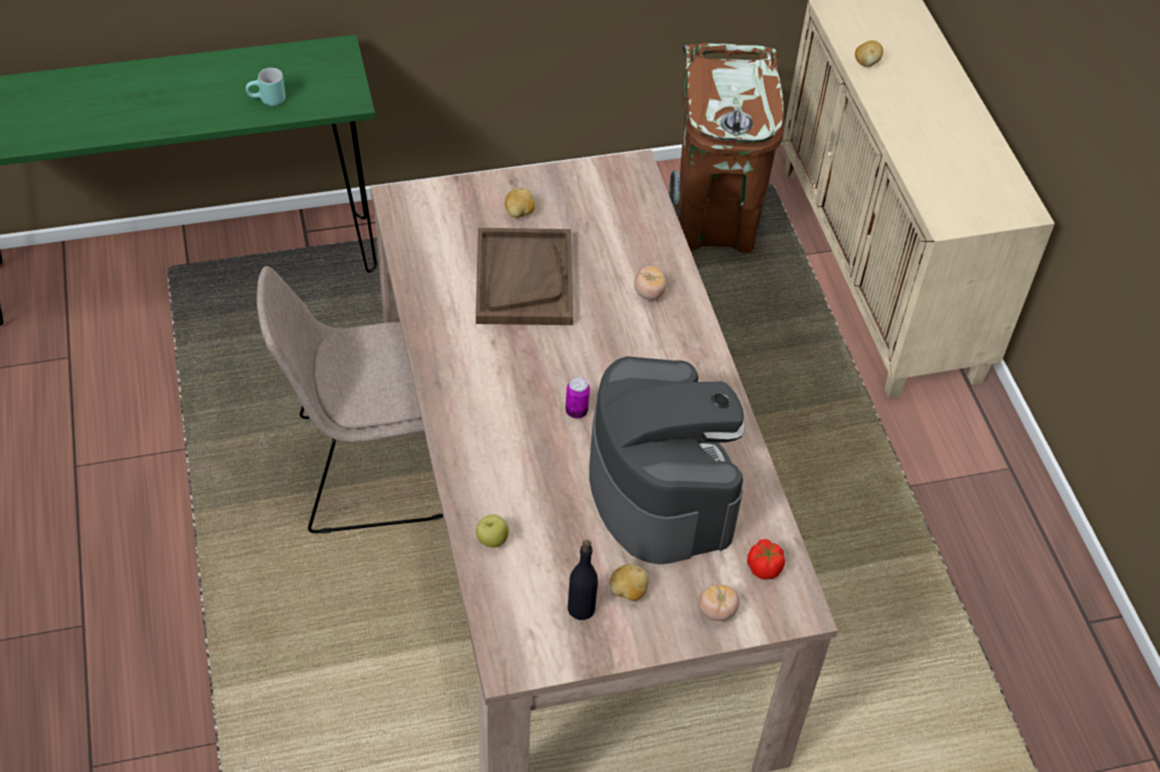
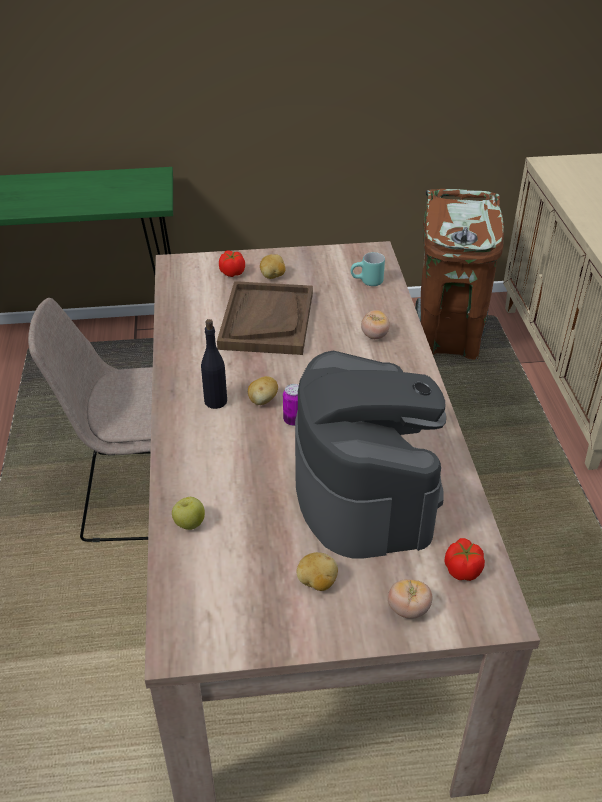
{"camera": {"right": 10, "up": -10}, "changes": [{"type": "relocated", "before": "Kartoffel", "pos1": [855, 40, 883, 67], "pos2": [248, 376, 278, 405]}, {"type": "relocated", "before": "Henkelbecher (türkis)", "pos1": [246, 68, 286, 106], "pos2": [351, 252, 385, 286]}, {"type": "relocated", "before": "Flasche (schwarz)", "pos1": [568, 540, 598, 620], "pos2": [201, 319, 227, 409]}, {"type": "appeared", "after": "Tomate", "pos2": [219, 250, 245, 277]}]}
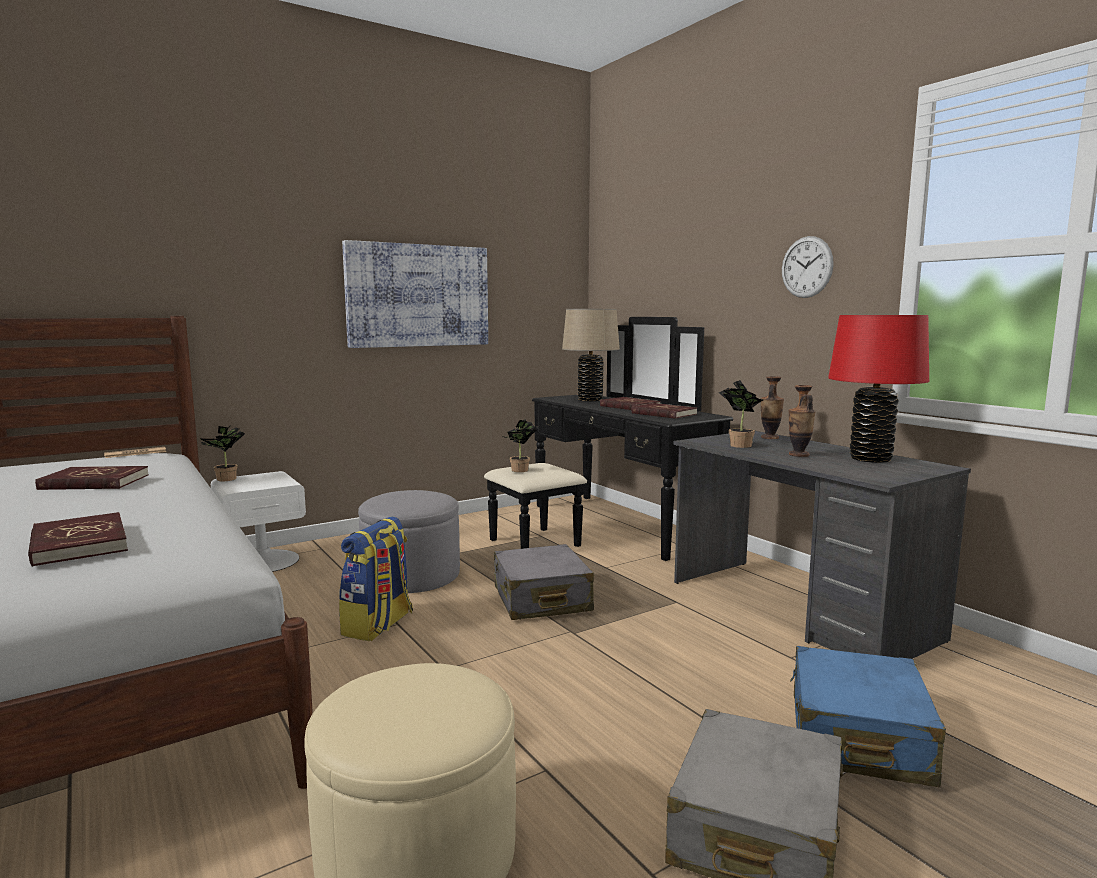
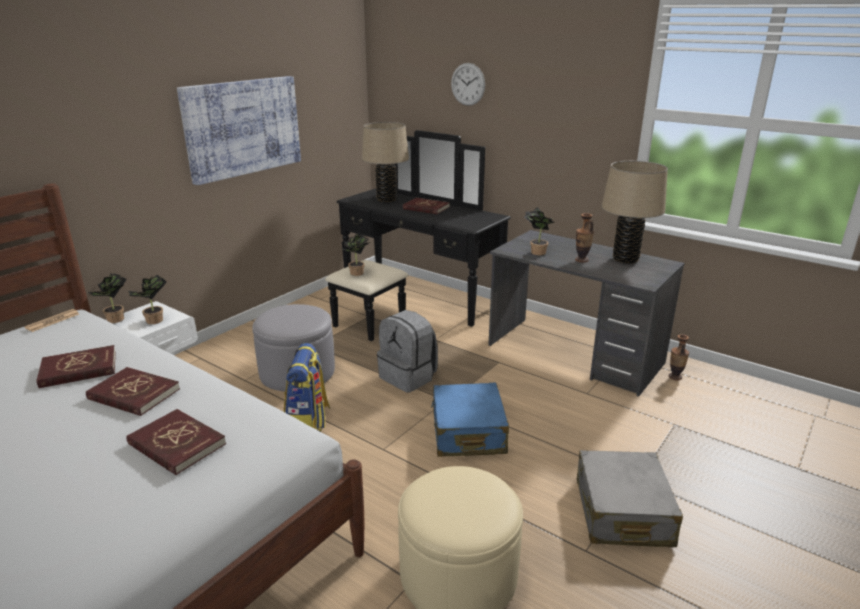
{"camera": {"right": -20, "up": 15}, "changes": [{"type": "relocated", "before": "Wanduhr", "pos1": [782, 236, 834, 298], "pos2": [451, 63, 485, 106]}, {"type": "colour", "before": "Tischlampe (rot)", "after": "Tischlampe (beige)", "pos1": [828, 315, 929, 463], "pos2": [602, 161, 668, 264]}, {"type": "relocated", "before": "Vase", "pos1": [761, 376, 784, 439], "pos2": [668, 334, 689, 381]}, {"type": "relocated", "before": "Buch (rot)", "pos1": [631, 403, 697, 419], "pos2": [86, 367, 180, 416]}, {"type": "exchanged", "before": "Koffer (grau)", "after": "Rucksack (grau)", "pos1": [494, 544, 594, 620], "pos2": [377, 310, 438, 392]}, {"type": "relocated", "before": "Koffer (blau)", "pos1": [790, 646, 946, 787], "pos2": [431, 383, 509, 457]}, {"type": "appeared", "after": "Topfpflanze", "pos2": [128, 275, 167, 324]}]}
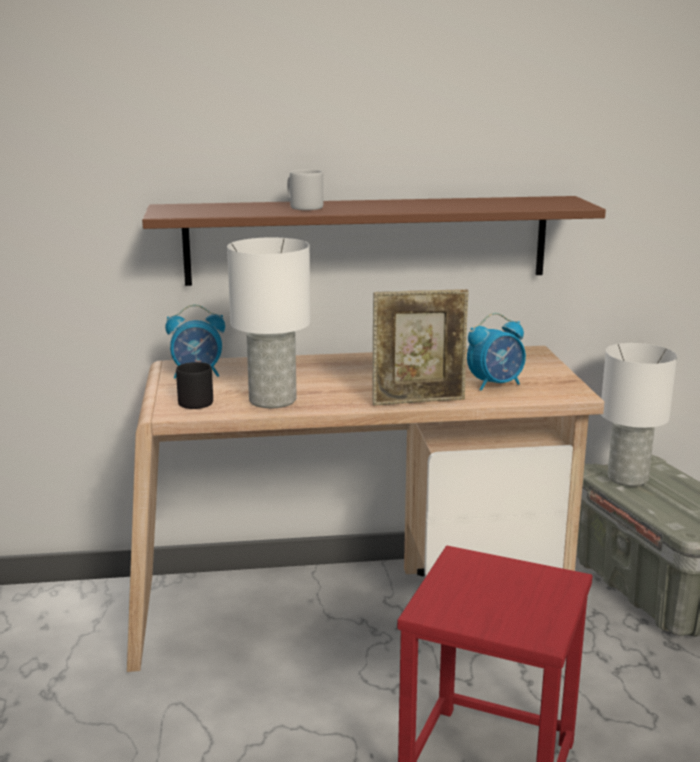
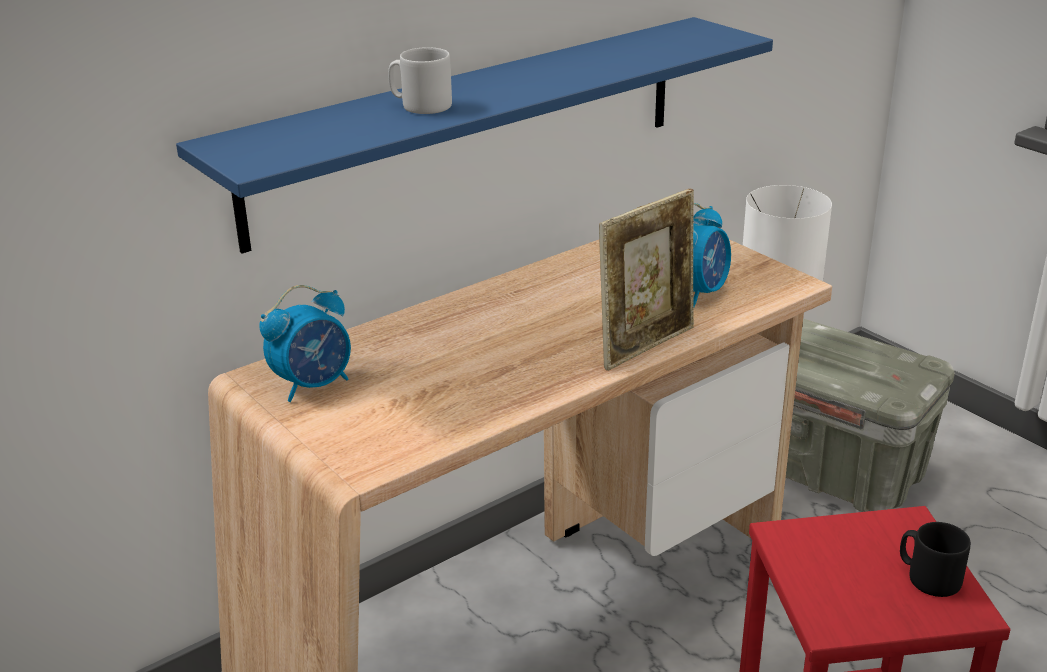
{"camera": {"right": -30, "up": 10}, "changes": [{"type": "colour", "before": "Wandregal (braun)", "after": "Wandregal (blau)", "pos1": [142, 196, 606, 286], "pos2": [176, 17, 773, 254]}, {"type": "missing", "before": "Tischlampe (weiß)", "pos1": [227, 237, 311, 408]}, {"type": "relocated", "before": "Henkelbecher (schwarz)", "pos1": [176, 362, 213, 409], "pos2": [900, 522, 971, 597]}]}
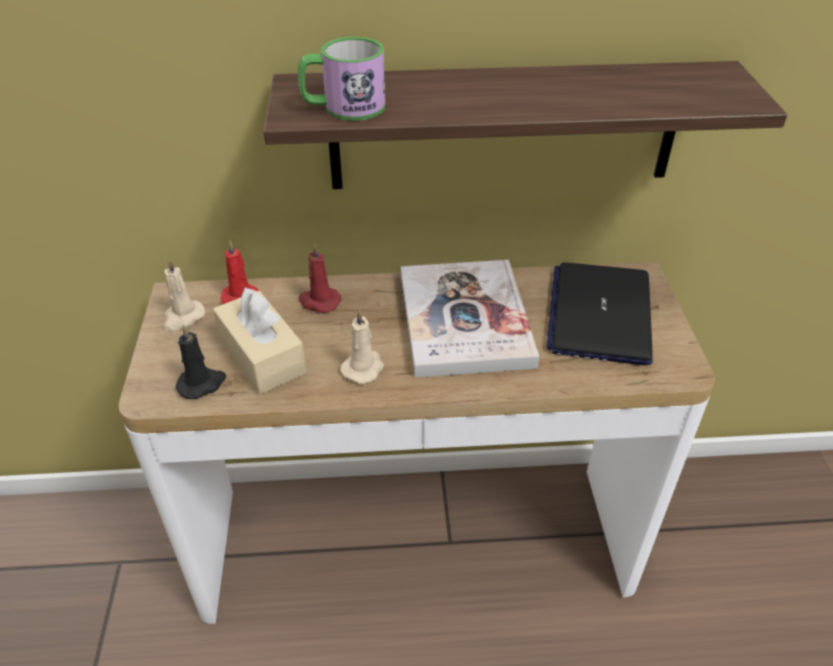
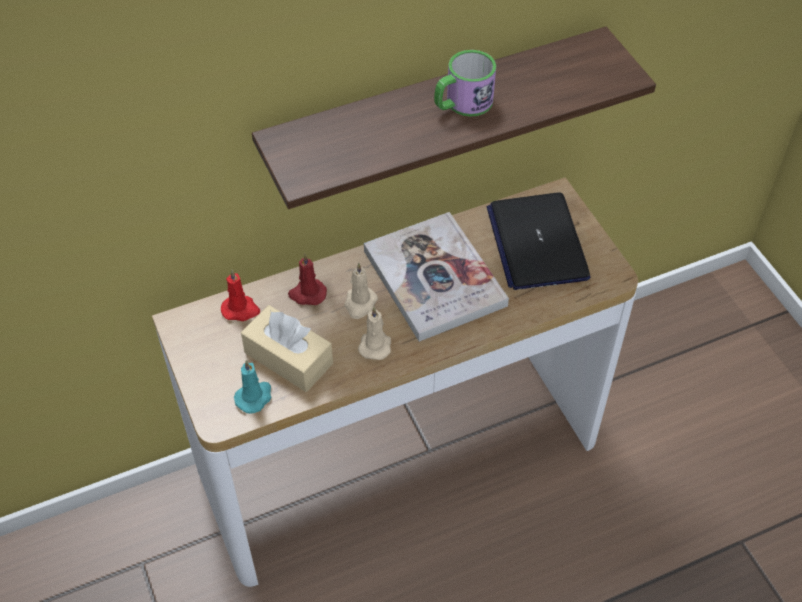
{"camera": {"right": -20, "up": 10}, "changes": [{"type": "relocated", "before": "Henkelbecher", "pos1": [298, 37, 385, 121], "pos2": [434, 50, 496, 117]}, {"type": "relocated", "before": "Kerze (beige)", "pos1": [163, 258, 205, 331], "pos2": [344, 263, 378, 319]}, {"type": "colour", "before": "Kerze (schwarz)", "after": "Kerze (türkis)", "pos1": [176, 325, 226, 399], "pos2": [234, 360, 272, 414]}]}
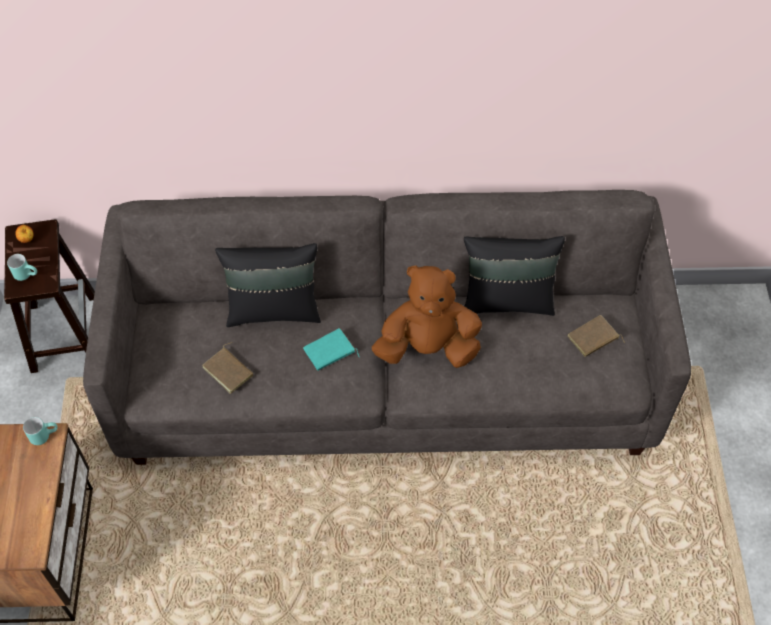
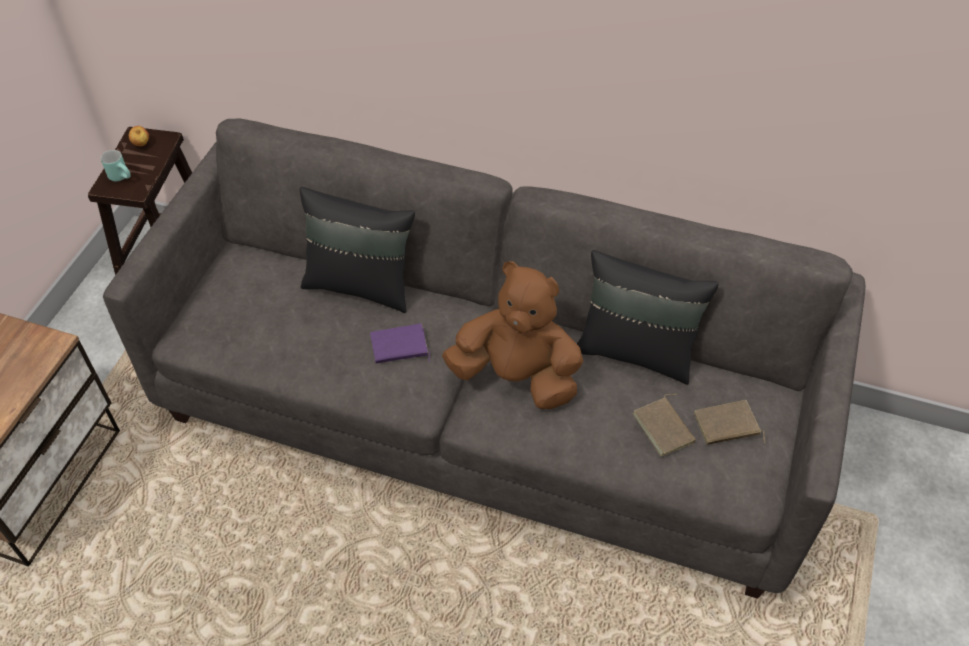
{"camera": {"right": 20, "up": -5}, "changes": [{"type": "colour", "before": "Buch (türkis)", "after": "Buch (lila)", "pos1": [303, 328, 359, 371], "pos2": [370, 323, 431, 363]}, {"type": "relocated", "before": "Buch (braun)", "pos1": [202, 342, 253, 394], "pos2": [633, 394, 696, 457]}, {"type": "missing", "before": "Henkelbecher (türkis)", "pos1": [23, 417, 58, 445]}]}
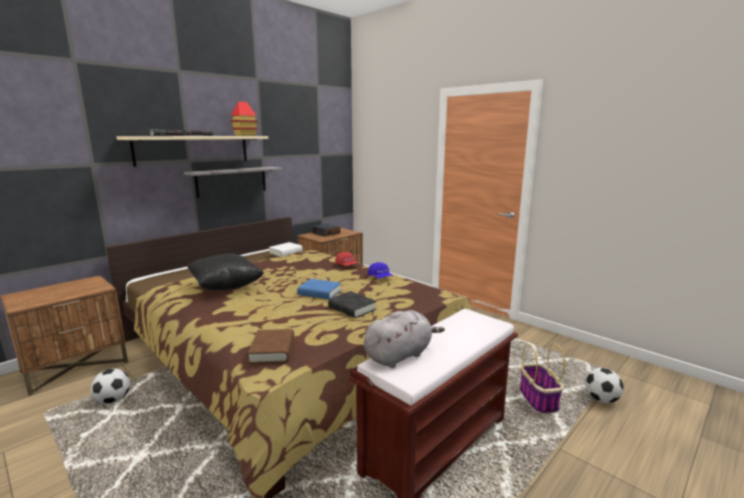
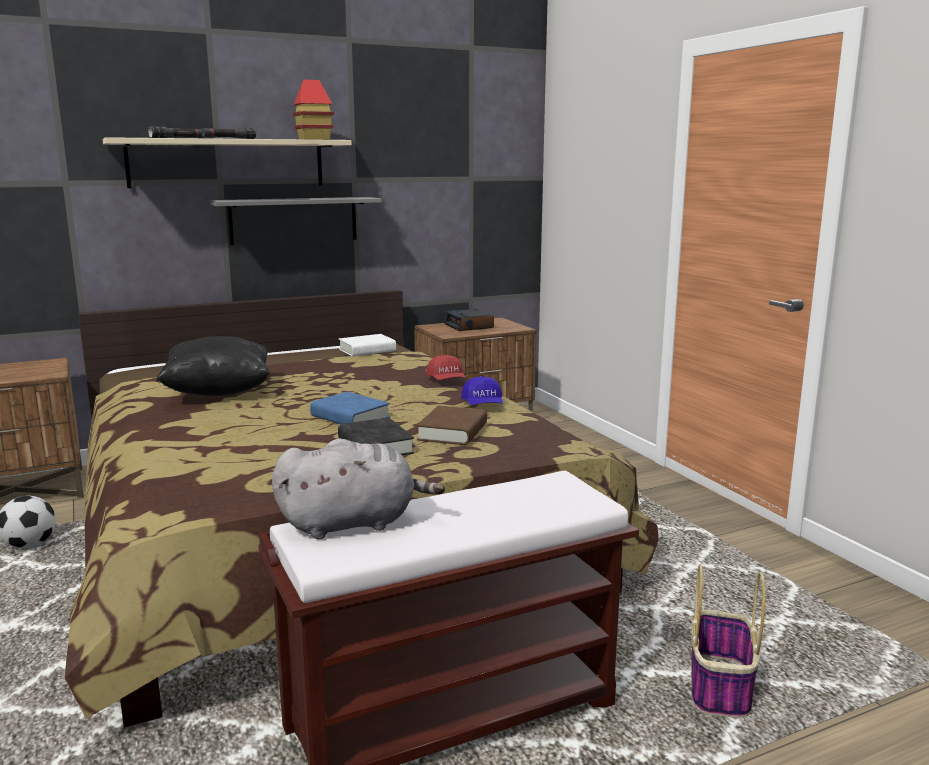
{"camera": {"right": 20, "up": 0}, "changes": [{"type": "relocated", "before": "Buch (braun)", "pos1": [248, 329, 294, 364], "pos2": [417, 406, 487, 445]}, {"type": "missing", "before": "Fußball", "pos1": [585, 368, 624, 403]}]}
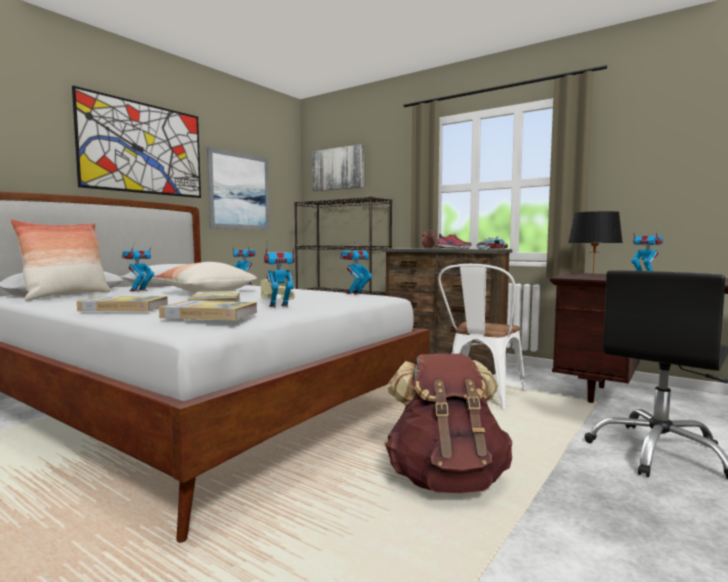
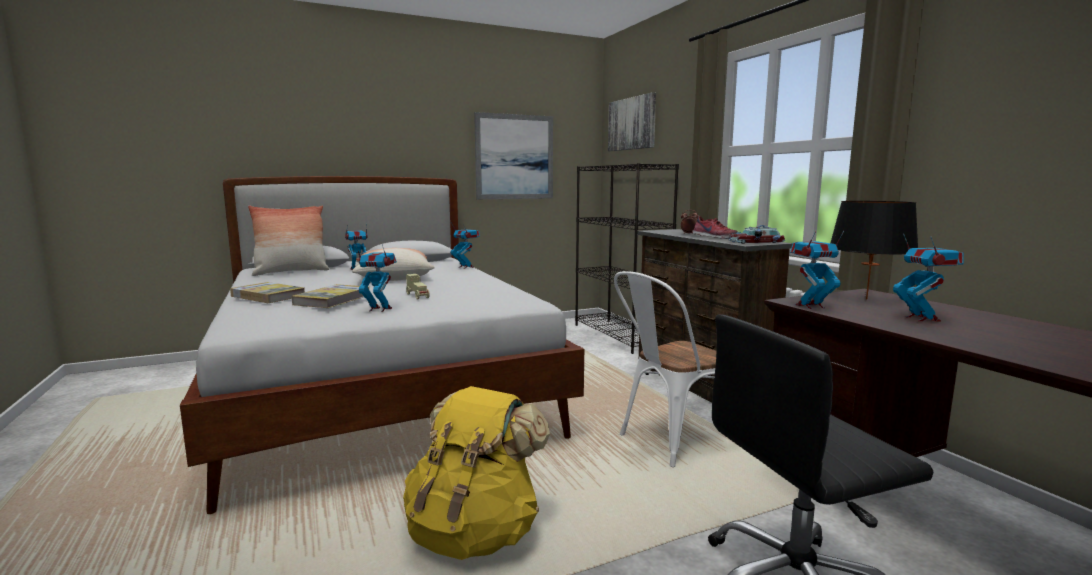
{"camera": {"right": 30, "up": 5}, "changes": [{"type": "missing", "before": "Bild", "pos1": [72, 85, 201, 198]}, {"type": "relocated", "before": "Spielzeugroboter", "pos1": [340, 242, 372, 295], "pos2": [790, 231, 844, 309]}, {"type": "missing", "before": "Buch", "pos1": [159, 301, 257, 321]}, {"type": "colour", "before": "Rucksack (braun)", "after": "Rucksack (gelb)", "pos1": [384, 354, 512, 493], "pos2": [403, 386, 550, 560]}]}
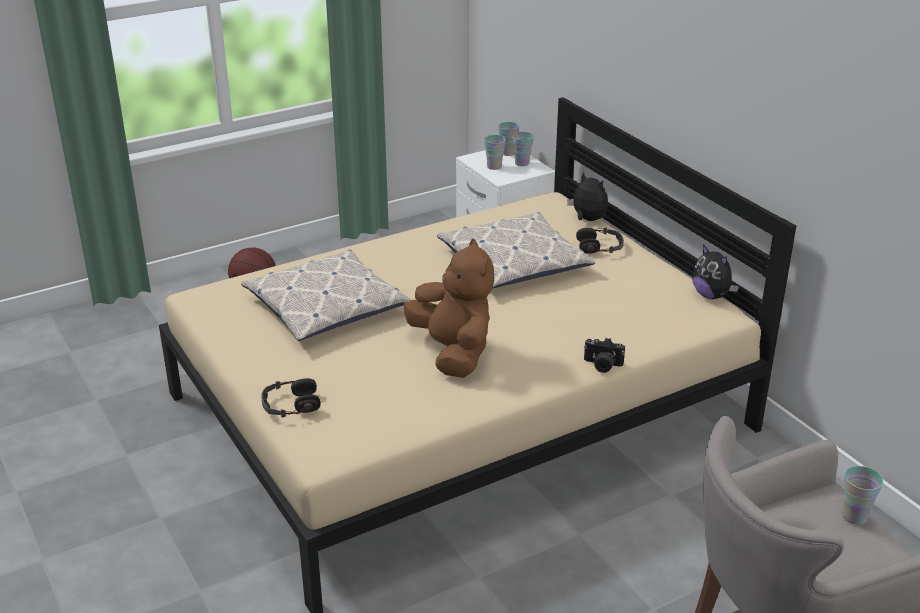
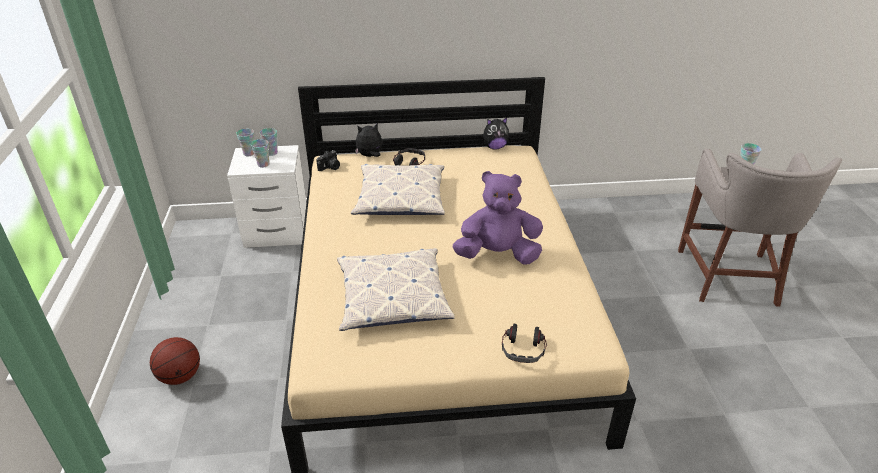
{"camera": {"right": -65, "up": 5}, "changes": [{"type": "colour", "before": "Plüschtier (braun)", "after": "Plüschtier (lila)", "pos1": [404, 238, 494, 378], "pos2": [453, 171, 543, 265]}, {"type": "relocated", "before": "Kamera", "pos1": [584, 338, 625, 373], "pos2": [316, 150, 340, 171]}]}
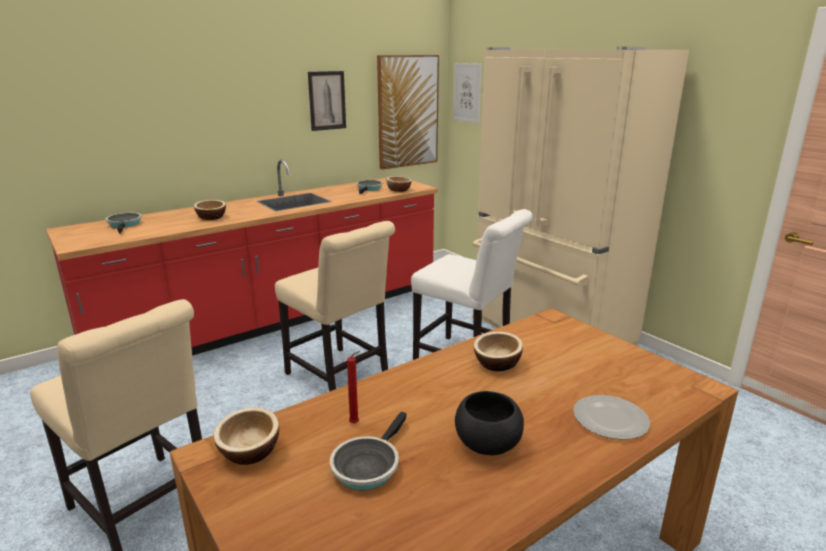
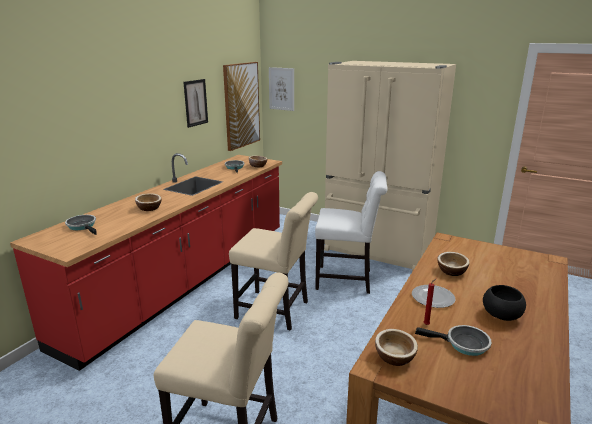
{"camera": {"right": -25, "up": 0}, "changes": [{"type": "relocated", "before": "Teller", "pos1": [573, 395, 650, 440], "pos2": [412, 285, 456, 308]}, {"type": "spun", "before": "Pfanne", "pos1": [330, 412, 407, 490], "pos2": [415, 325, 492, 356], "turn": -75}]}
